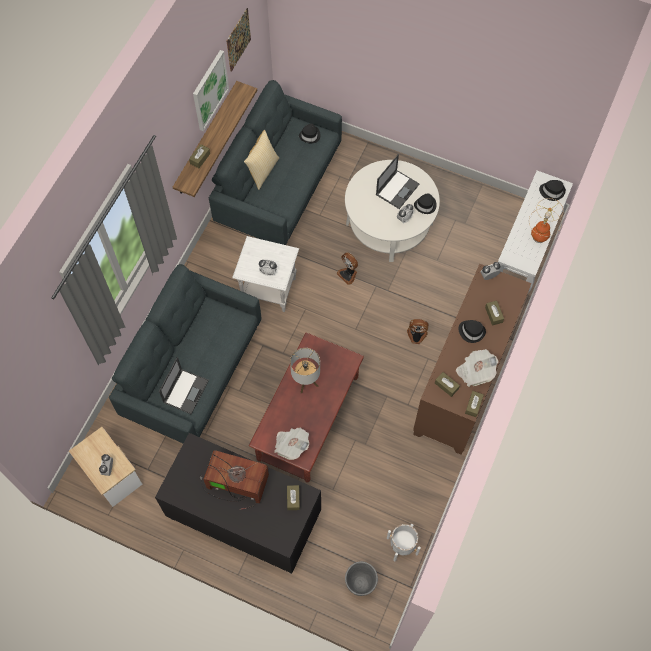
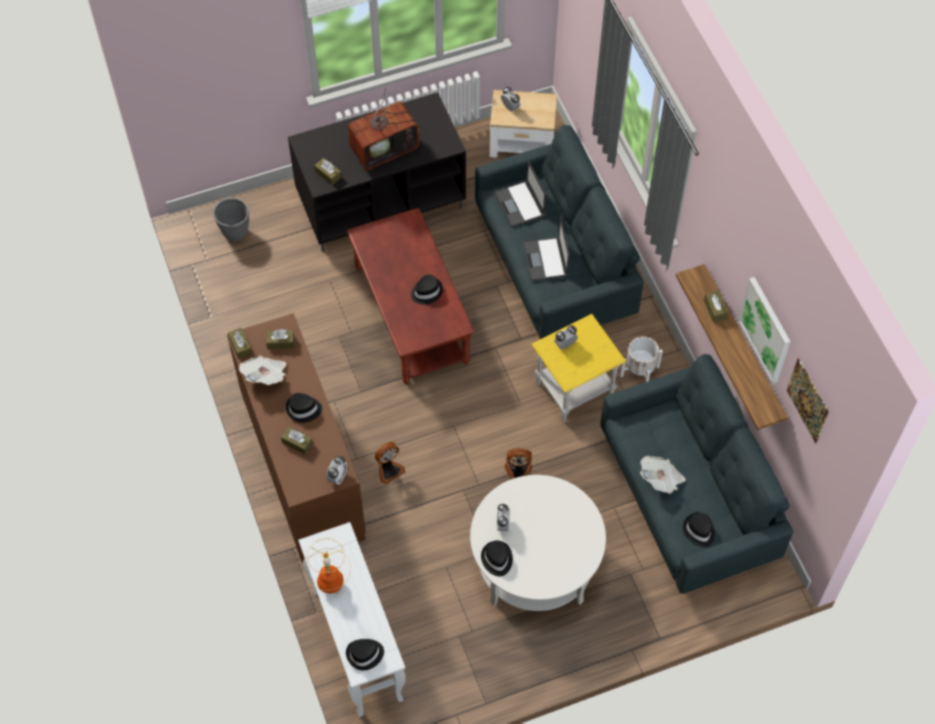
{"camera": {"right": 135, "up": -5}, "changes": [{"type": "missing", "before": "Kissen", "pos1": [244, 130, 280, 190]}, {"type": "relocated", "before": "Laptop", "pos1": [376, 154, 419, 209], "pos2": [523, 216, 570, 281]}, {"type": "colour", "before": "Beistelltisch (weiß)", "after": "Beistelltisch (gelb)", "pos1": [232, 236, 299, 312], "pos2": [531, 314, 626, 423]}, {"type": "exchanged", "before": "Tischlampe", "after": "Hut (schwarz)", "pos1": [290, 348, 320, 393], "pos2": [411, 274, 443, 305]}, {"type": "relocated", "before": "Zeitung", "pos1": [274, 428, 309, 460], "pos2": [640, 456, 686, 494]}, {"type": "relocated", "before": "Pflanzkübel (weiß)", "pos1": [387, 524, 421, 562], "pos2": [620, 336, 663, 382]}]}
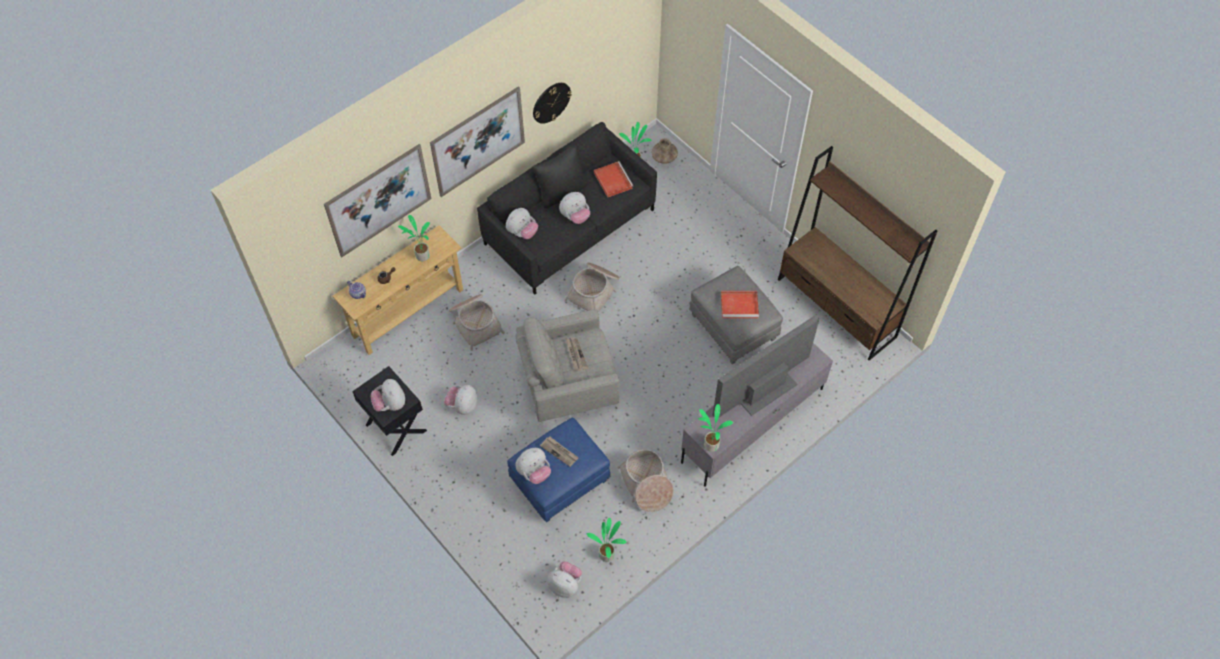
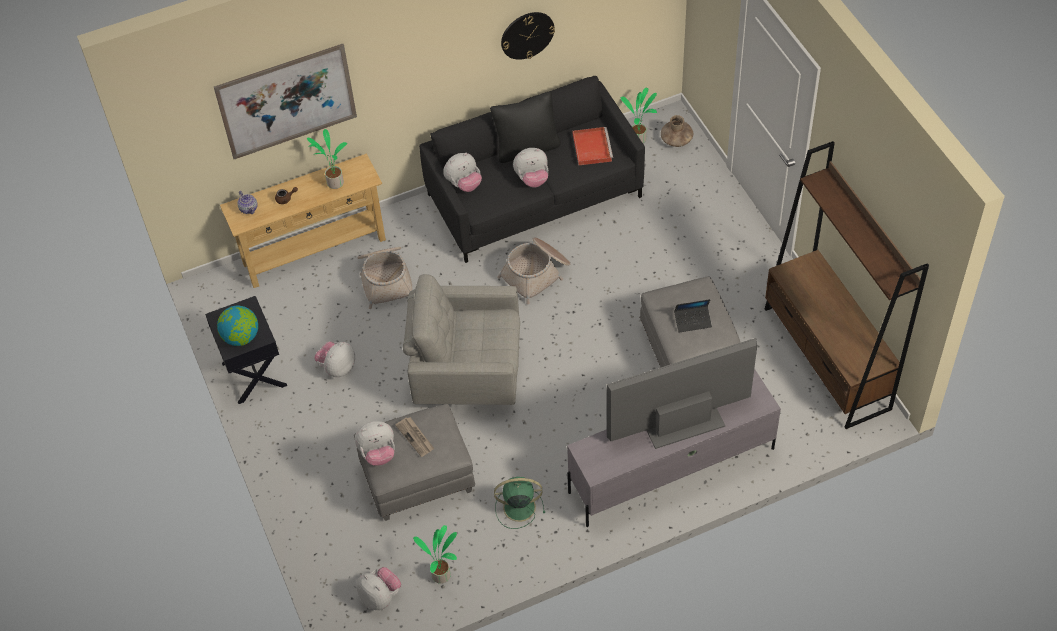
{"camera": {"right": 20, "up": -5}, "changes": [{"type": "missing", "before": "Bild", "pos1": [430, 86, 525, 197]}, {"type": "exchanged", "before": "Tablett (rot)", "after": "Laptop", "pos1": [721, 291, 759, 318], "pos2": [674, 299, 712, 333]}, {"type": "missing", "before": "Zeitung", "pos1": [566, 337, 588, 371]}, {"type": "exchanged", "before": "Plüschtier", "after": "Globus", "pos1": [371, 379, 405, 411], "pos2": [217, 305, 258, 346]}, {"type": "missing", "before": "Topfpflanze", "pos1": [698, 404, 733, 452]}, {"type": "colour", "before": "Polsterhocker (blau)", "after": "Polsterhocker (grau)", "pos1": [507, 418, 610, 522], "pos2": [354, 404, 475, 521]}, {"type": "exchanged", "before": "Korb", "after": "Ventilator (grün)", "pos1": [617, 449, 674, 512], "pos2": [494, 477, 545, 529]}]}
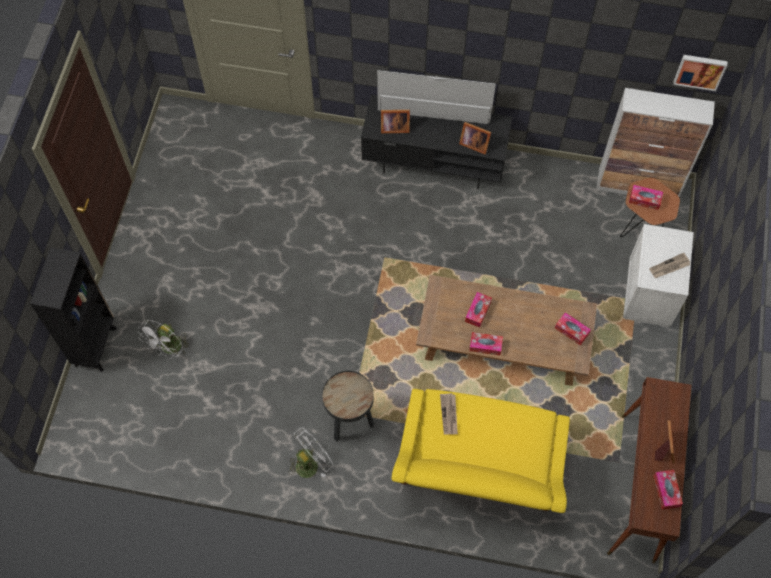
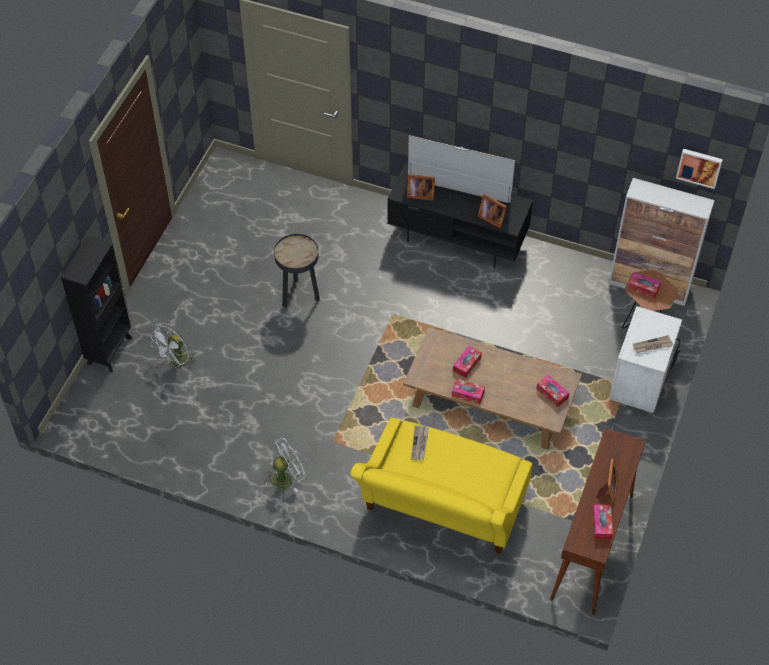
{"camera": {"right": 10, "up": -10}, "changes": [{"type": "relocated", "before": "Beistelltisch (schwarz)", "pos1": [322, 371, 374, 442], "pos2": [274, 234, 320, 308]}]}
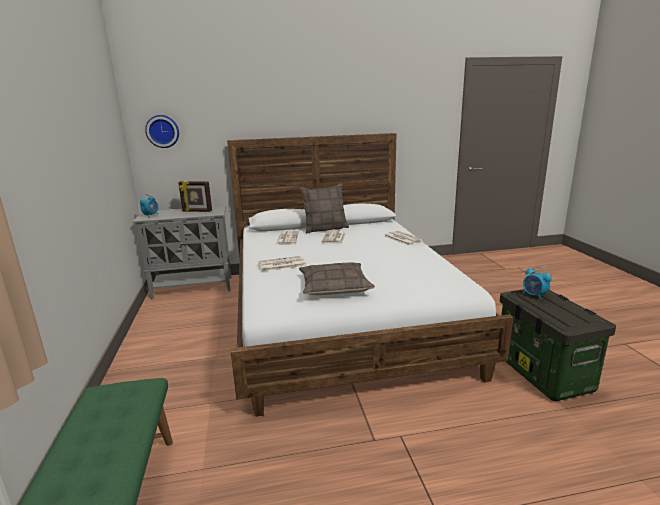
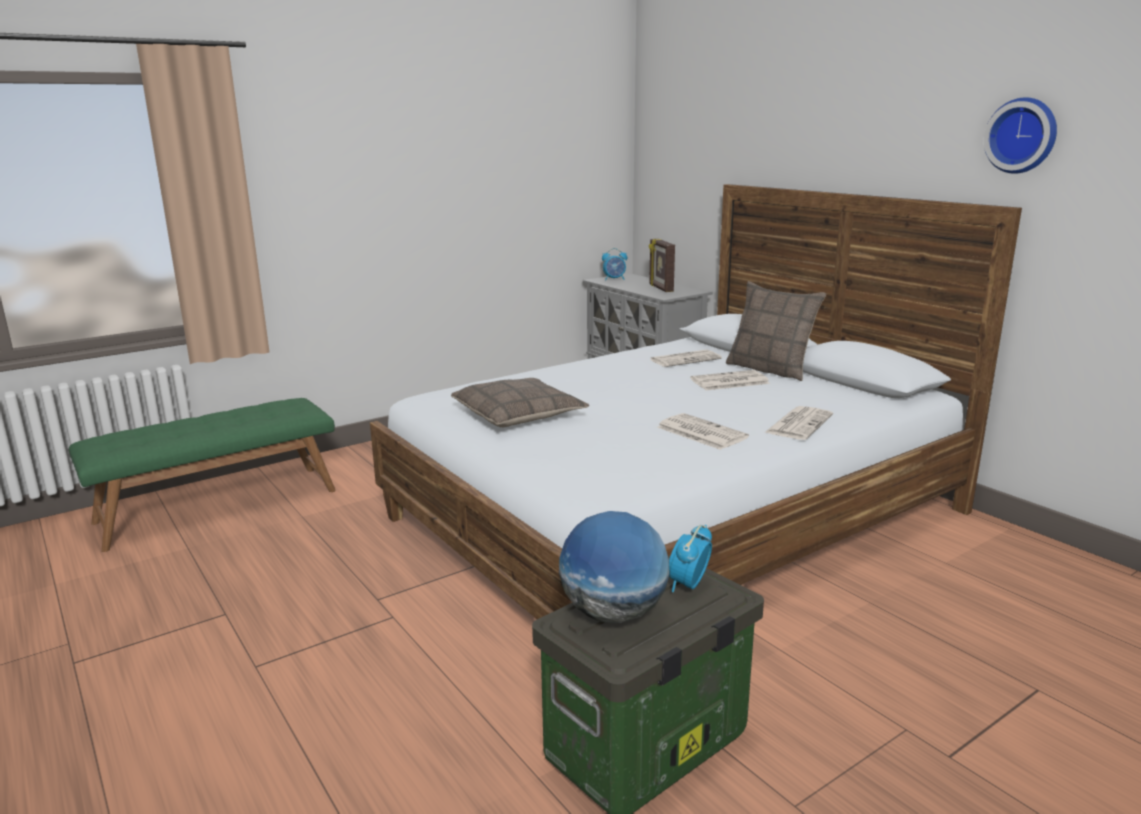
{"camera": {"right": 65, "up": 0}, "changes": [{"type": "relocated", "before": "Wanduhr", "pos1": [145, 115, 179, 148], "pos2": [984, 97, 1057, 174]}, {"type": "relocated", "before": "Zeitung", "pos1": [258, 256, 306, 271], "pos2": [657, 413, 749, 450]}, {"type": "appeared", "after": "Globus", "pos2": [559, 511, 669, 623]}]}
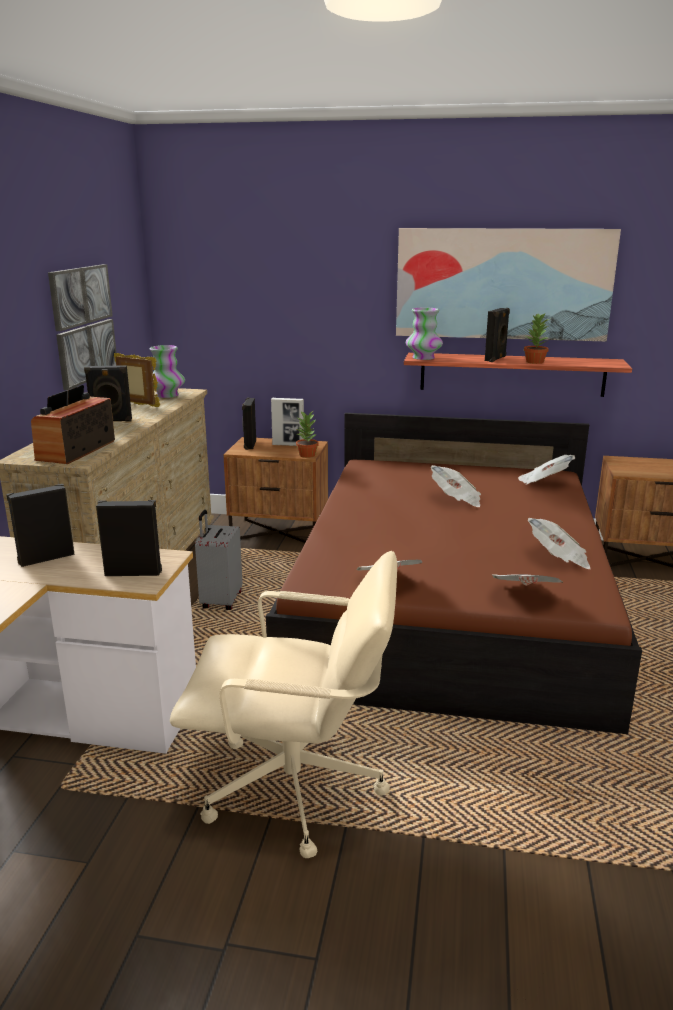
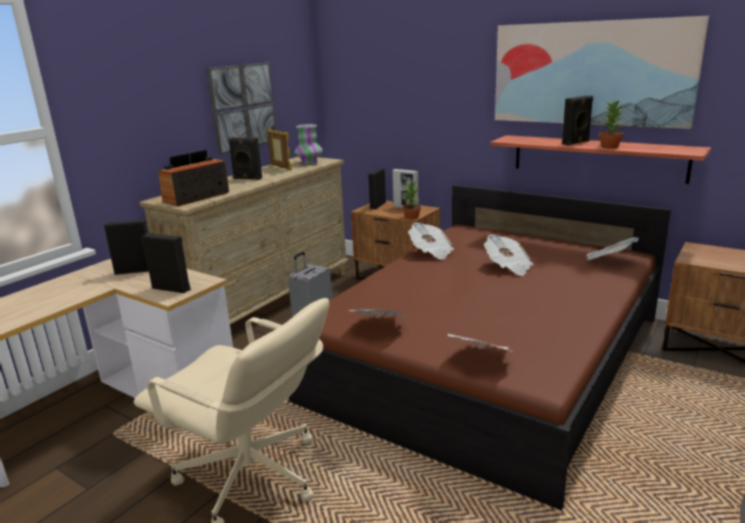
{"camera": {"right": 25, "up": 0}, "changes": [{"type": "missing", "before": "Vase", "pos1": [406, 307, 443, 360]}, {"type": "relocated", "before": "Zeitung", "pos1": [528, 518, 590, 569], "pos2": [408, 223, 454, 260]}]}
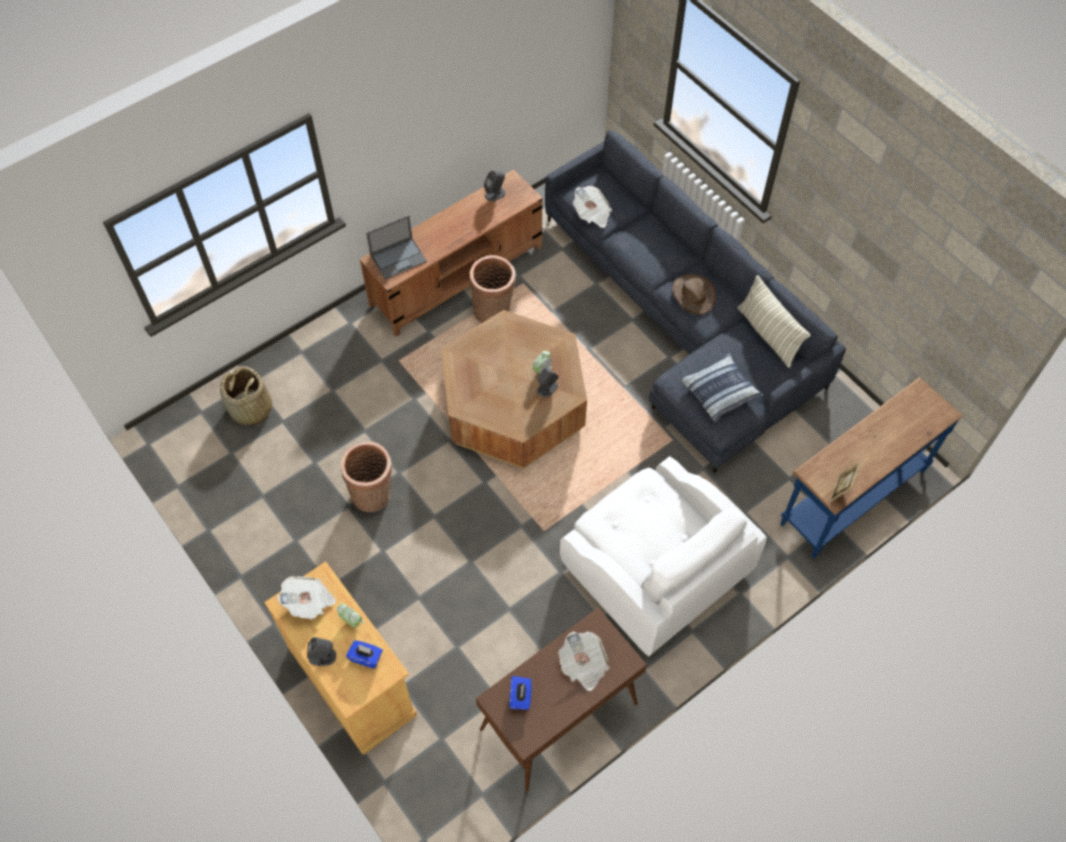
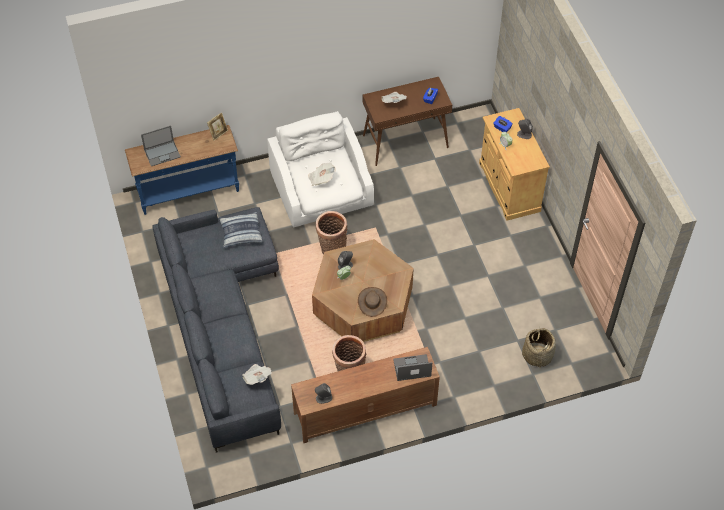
{"camera": {"right": -160, "up": -5}, "changes": [{"type": "relocated", "before": "Hut (braun)", "pos1": [672, 274, 716, 315], "pos2": [358, 287, 387, 317]}, {"type": "missing", "before": "Kissen", "pos1": [737, 275, 811, 368]}, {"type": "relocated", "before": "Korb", "pos1": [341, 441, 392, 513], "pos2": [316, 211, 347, 255]}, {"type": "relocated", "before": "Zeitung", "pos1": [277, 576, 336, 620], "pos2": [308, 162, 336, 186]}, {"type": "appeared", "after": "Laptop", "pos2": [141, 125, 181, 166]}]}
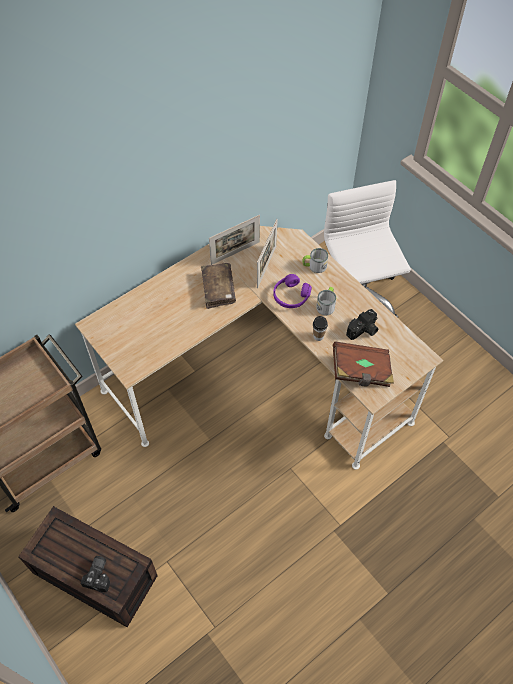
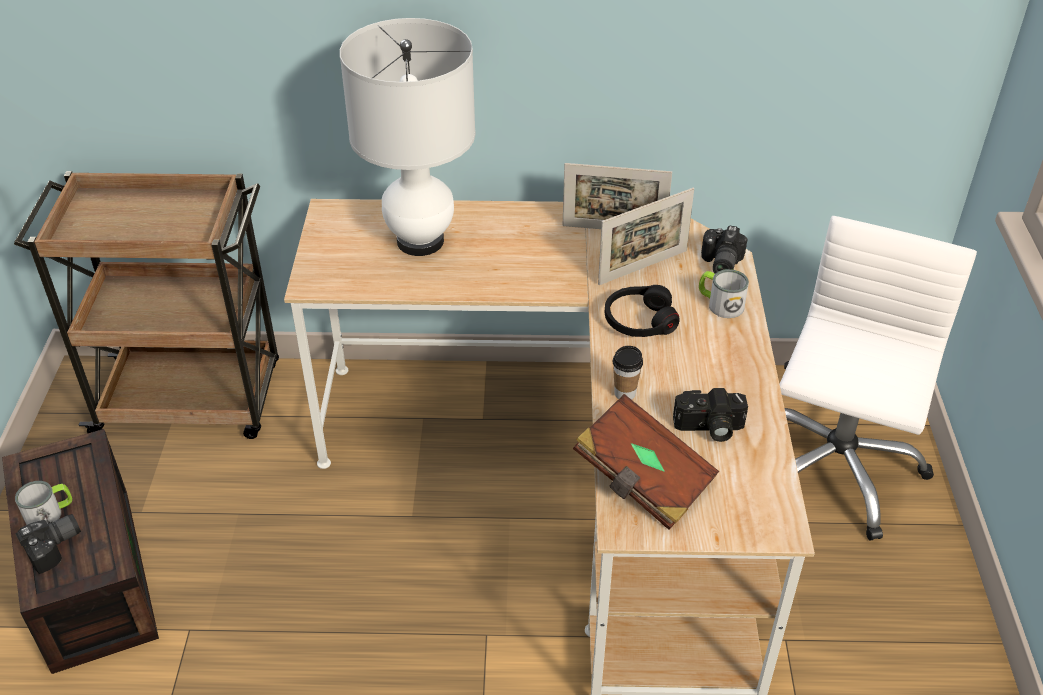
{"camera": {"right": 40, "up": -15}, "changes": [{"type": "missing", "before": "Buch (braun)", "pos1": [201, 263, 236, 309]}, {"type": "colour", "before": "Kopfhörer (lila)", "after": "Kopfhörer (schwarz)", "pos1": [273, 274, 312, 308], "pos2": [605, 285, 680, 337]}, {"type": "relocated", "before": "Henkelbecher", "pos1": [316, 287, 336, 315], "pos2": [15, 481, 72, 525]}, {"type": "appeared", "after": "Tischlampe (weiß)", "pos2": [340, 18, 476, 256]}, {"type": "appeared", "after": "Kamera", "pos2": [701, 226, 747, 274]}]}
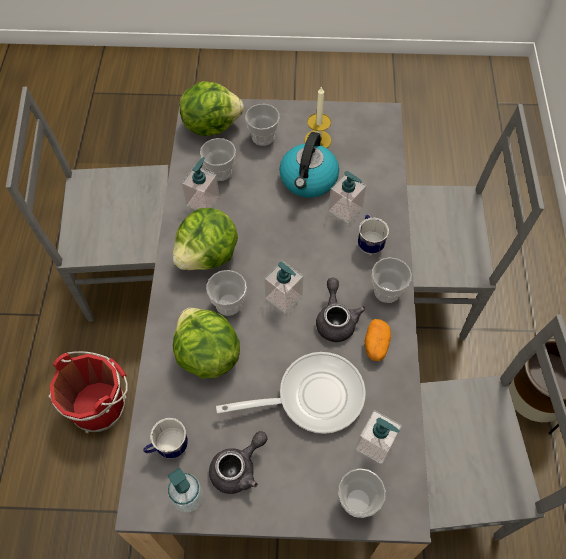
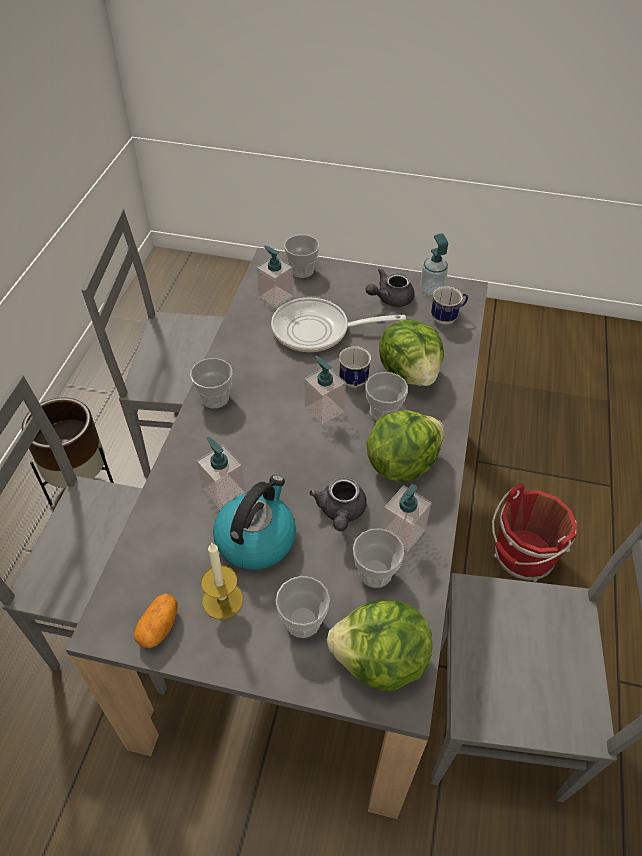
{"camera": {"right": -170, "up": -10}, "changes": [{"type": "relocated", "before": "Henkelbecher", "pos1": [358, 214, 389, 255], "pos2": [339, 346, 371, 387]}, {"type": "relocated", "before": "Teekanne (grau)", "pos1": [316, 278, 365, 342], "pos2": [309, 477, 367, 531]}, {"type": "relocated", "before": "Kartoffel", "pos1": [365, 319, 391, 361], "pos2": [134, 593, 178, 648]}]}
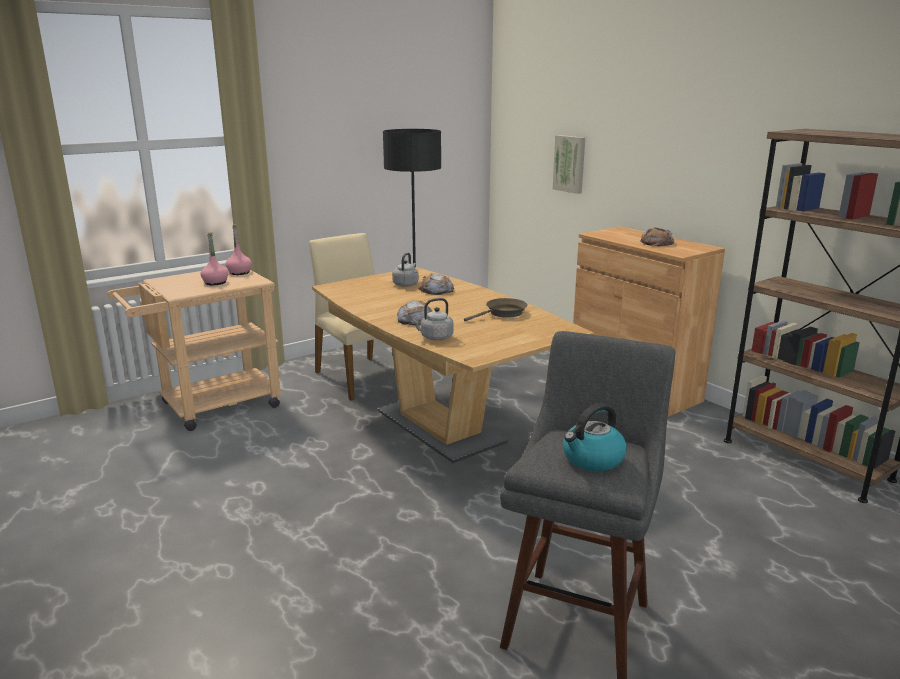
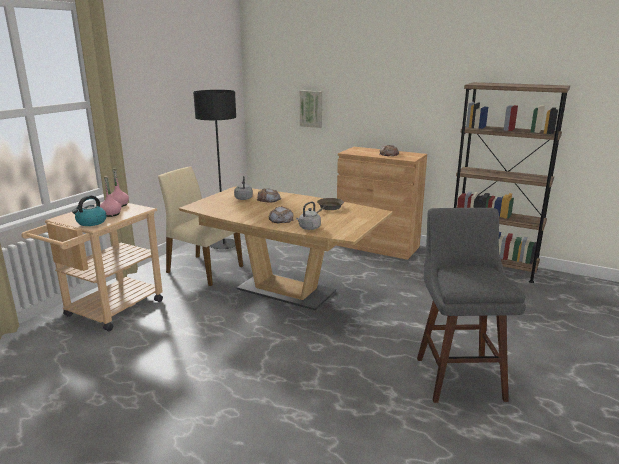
{"camera": {"right": -25, "up": 0}, "changes": [{"type": "relocated", "before": "Wasserkessel", "pos1": [563, 403, 627, 471], "pos2": [72, 195, 106, 226]}]}
